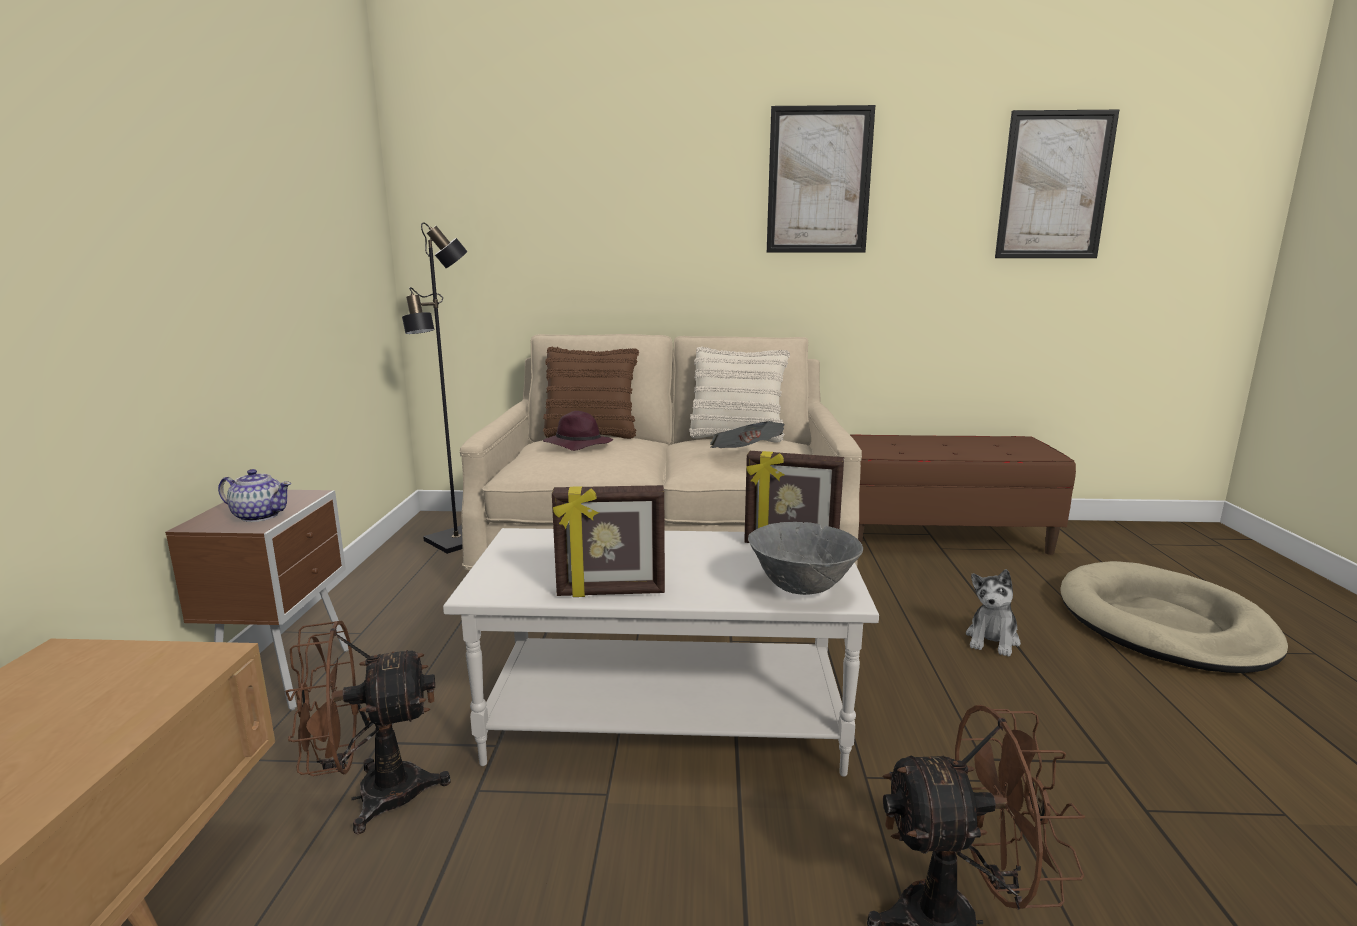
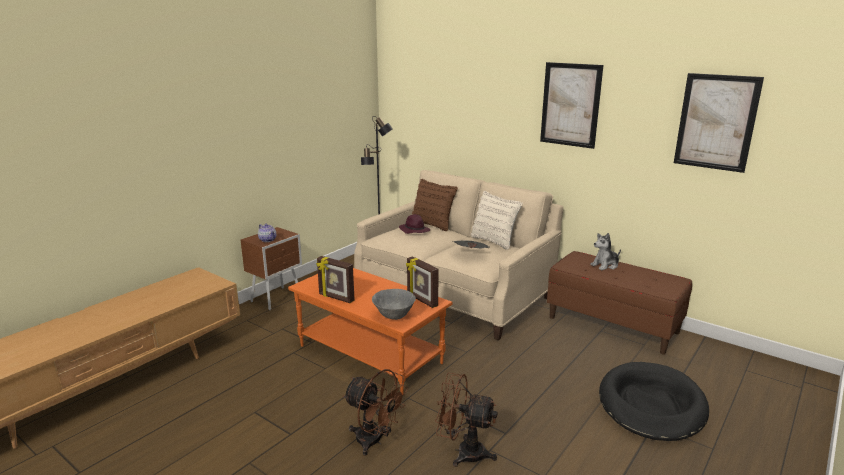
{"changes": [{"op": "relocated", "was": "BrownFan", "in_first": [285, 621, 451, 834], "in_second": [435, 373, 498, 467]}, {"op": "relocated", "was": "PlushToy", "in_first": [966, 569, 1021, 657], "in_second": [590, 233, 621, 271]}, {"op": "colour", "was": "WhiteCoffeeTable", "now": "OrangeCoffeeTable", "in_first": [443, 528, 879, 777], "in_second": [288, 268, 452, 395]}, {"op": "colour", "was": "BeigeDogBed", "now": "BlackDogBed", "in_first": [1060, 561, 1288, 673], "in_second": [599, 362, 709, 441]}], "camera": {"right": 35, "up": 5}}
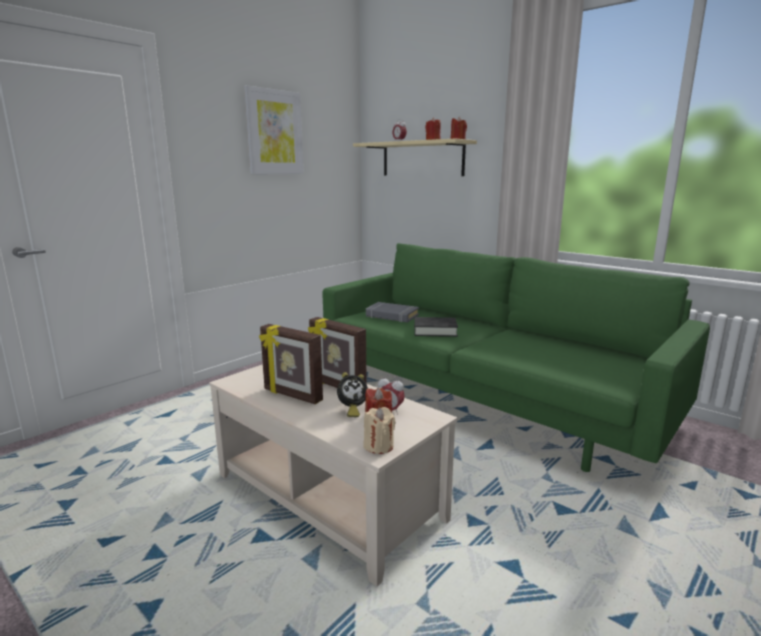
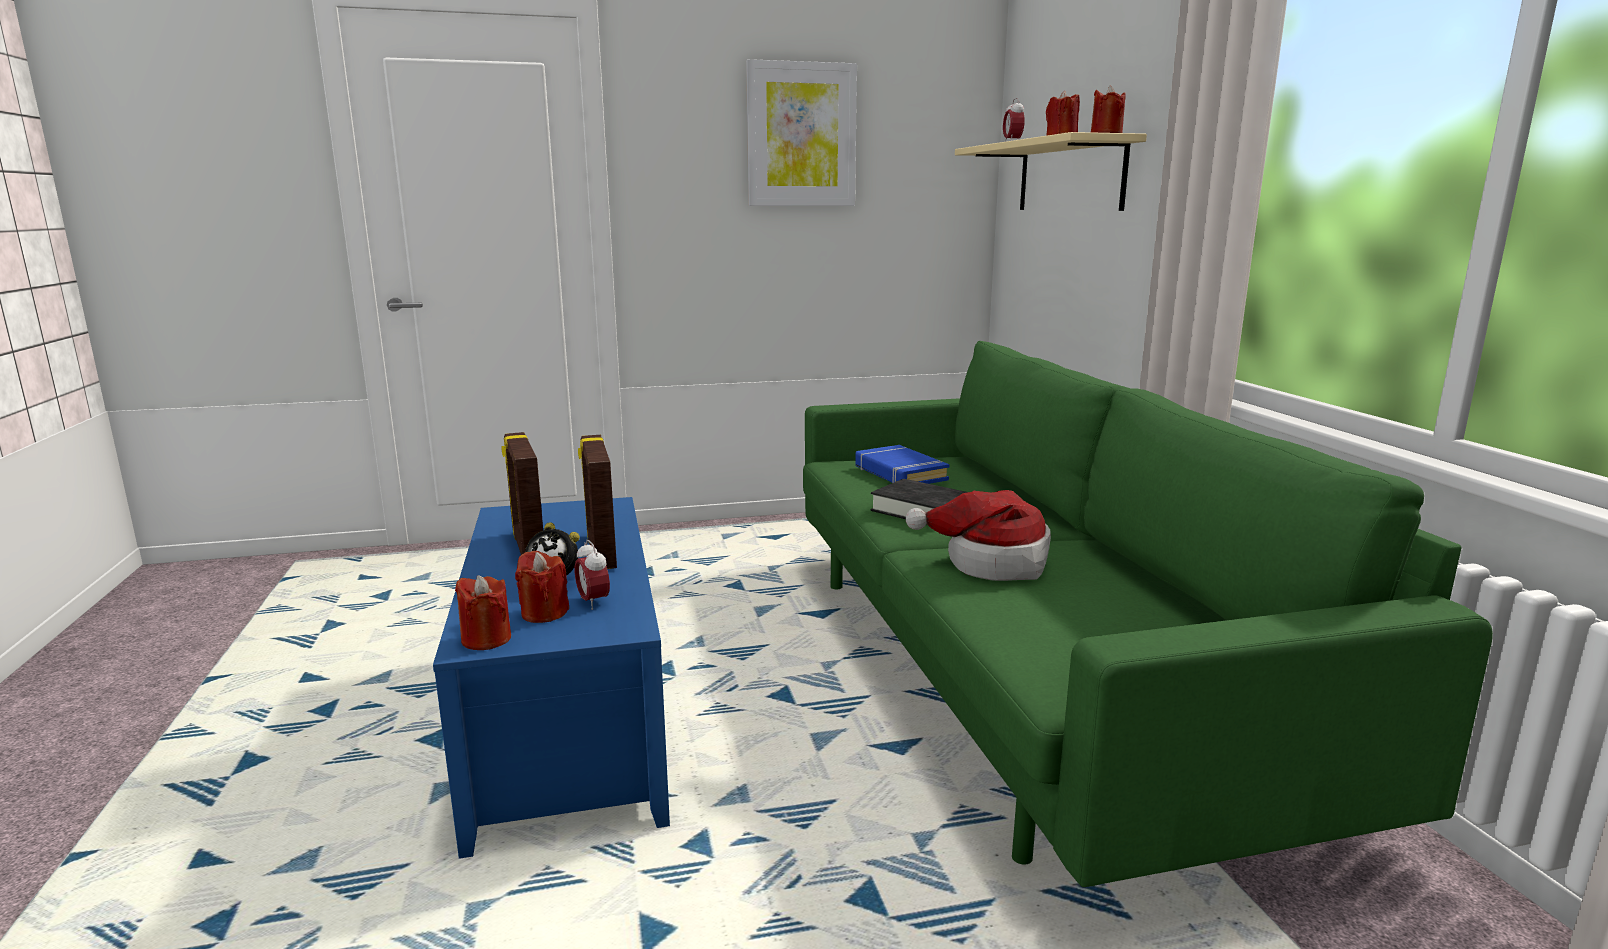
{"changes": [{"op": "appeared", "now": "Hat", "in_second": [906, 490, 1051, 581]}, {"op": "colour", "was": "BeigeCoffeeTable", "now": "BlueCoffeeTable", "in_first": [209, 364, 457, 587], "in_second": [433, 497, 670, 859]}, {"op": "colour", "was": "BeigeCandle", "now": "RedCandle", "in_first": [363, 407, 396, 454], "in_second": [455, 575, 511, 650]}, {"op": "colour", "was": "GreyBook", "now": "BlueBook", "in_first": [366, 302, 419, 322], "in_second": [855, 445, 950, 484]}], "camera": {"right": 35, "up": 0}}
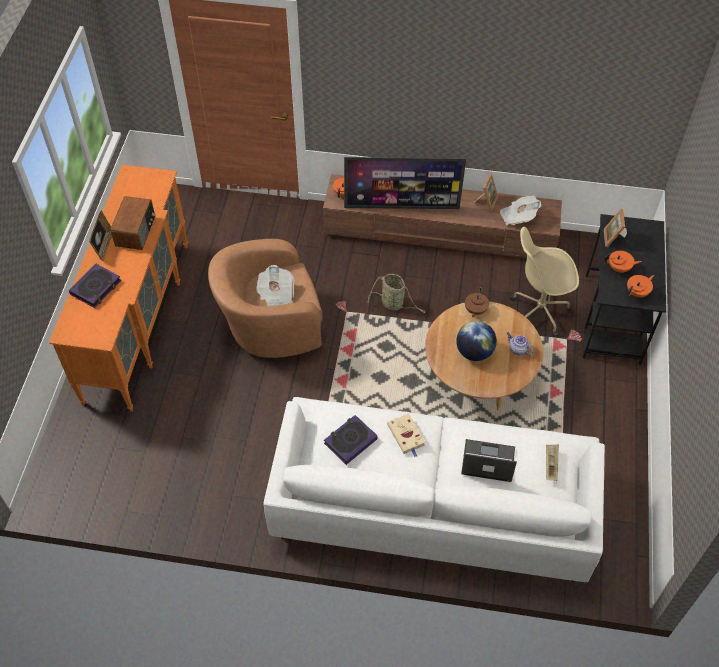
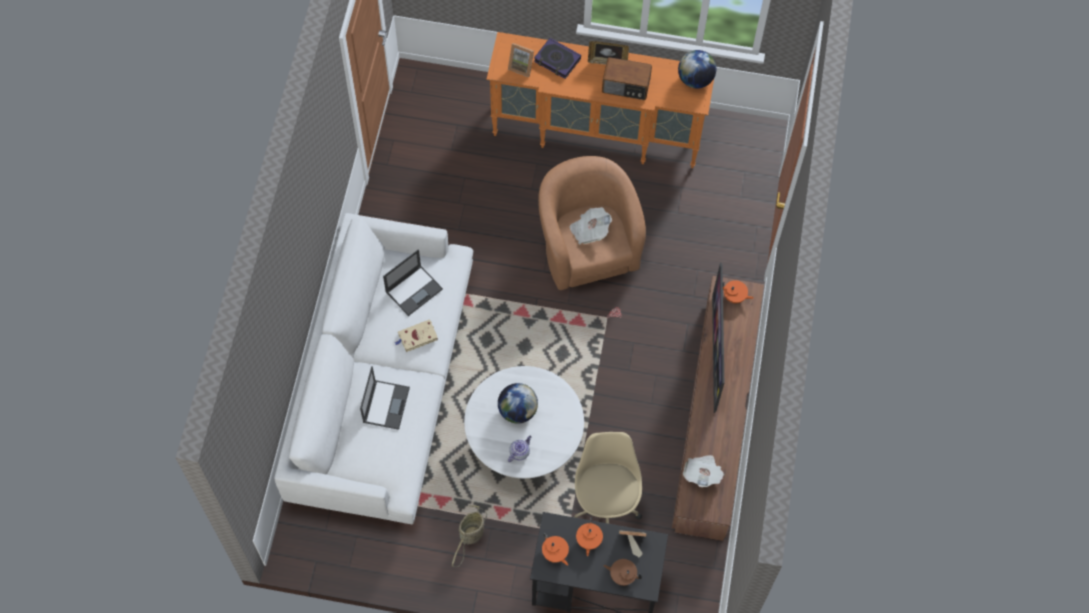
{"changes": [{"op": "missing", "was": "BeigeTray", "in_first": [546, 445, 559, 481]}, {"op": "appeared", "now": "Globe", "in_second": [678, 50, 716, 88]}, {"op": "relocated", "was": "Basket", "in_first": [368, 274, 425, 313], "in_second": [452, 505, 487, 567]}, {"op": "relocated", "was": "BrownTeapot", "in_first": [465, 287, 489, 317], "in_second": [603, 559, 642, 586]}, {"op": "relocated", "was": "PictureFrame", "in_first": [472, 173, 498, 211], "in_second": [508, 43, 534, 77]}, {"op": "exchanged", "was": "Book", "now": "Laptop", "in_first": [324, 415, 378, 465], "in_second": [383, 249, 443, 316]}, {"op": "colour", "was": "BrownCoffeeTable", "now": "WhiteCoffeeTable", "in_first": [425, 301, 543, 411], "in_second": [464, 366, 584, 478]}], "camera": {"right": 90, "up": 10}}
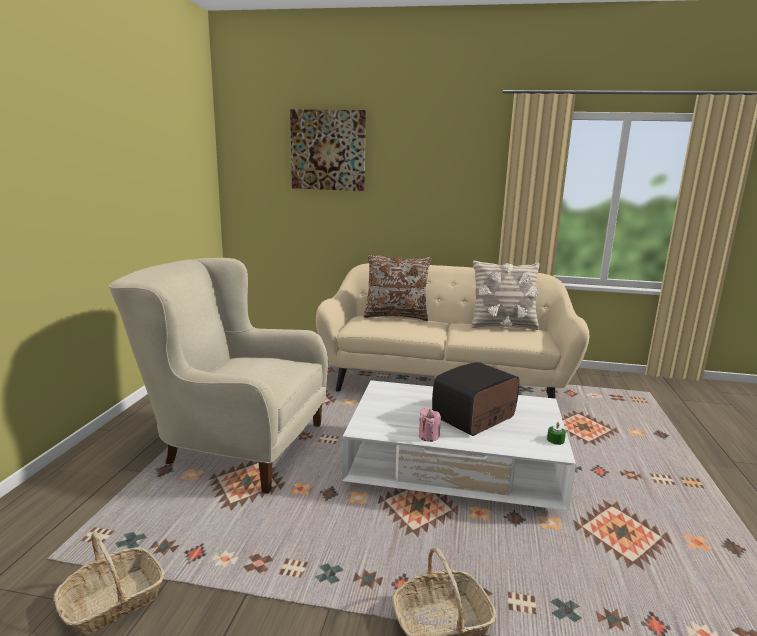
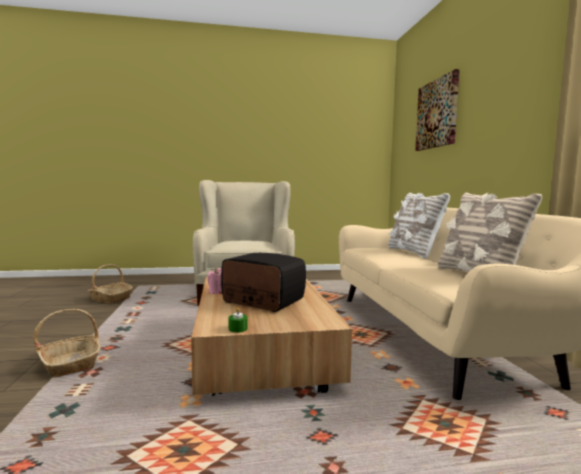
{"changes": [{"op": "colour", "was": "WhiteCoffeeTable", "now": "BrownCoffeeTable", "in_first": [342, 380, 576, 511], "in_second": [191, 277, 352, 396]}, {"op": "colour", "was": "BrownPillow", "now": "WhitePillow", "in_first": [364, 253, 431, 321], "in_second": [388, 193, 450, 259]}], "camera": {"right": 70, "up": -10}}
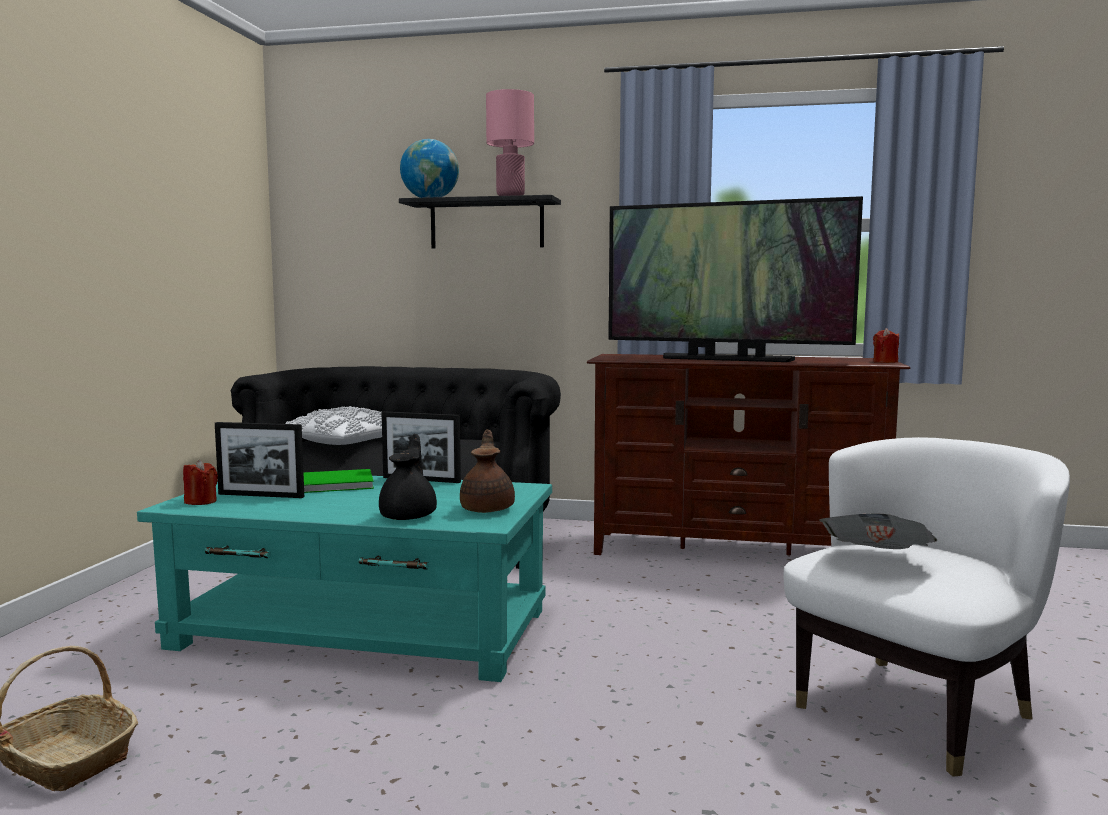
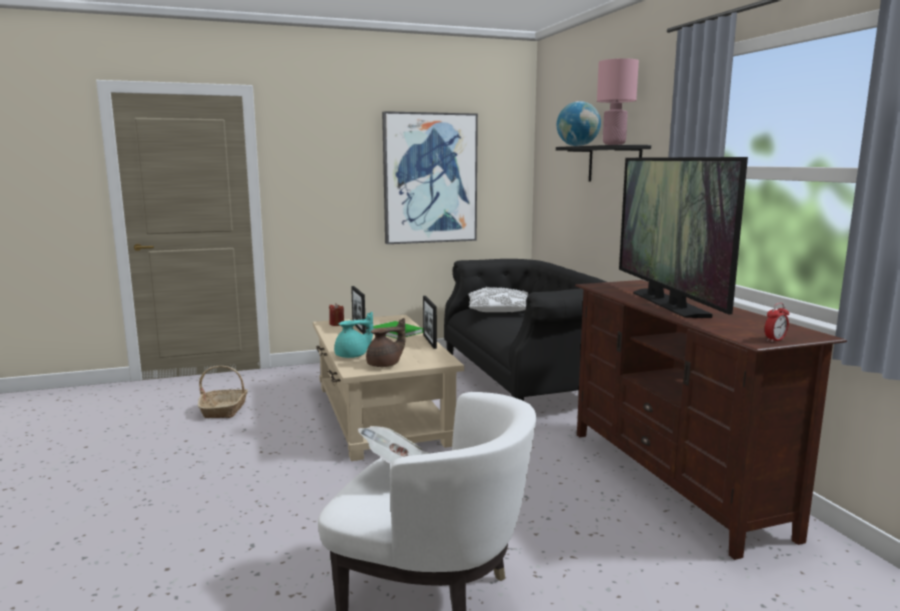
{"changes": [{"op": "appeared", "now": "Picture", "in_second": [382, 111, 478, 244]}, {"op": "exchanged", "was": "RedCandle", "now": "AlarmClock", "in_first": [873, 328, 899, 363], "in_second": [765, 303, 789, 342]}, {"op": "colour", "was": "TurquoiseCoffeeTable", "now": "BeigeCoffeeTable", "in_first": [137, 476, 552, 682], "in_second": [313, 315, 464, 461]}, {"op": "colour", "was": "BlackTeapot", "now": "TurquoiseTeapot", "in_first": [379, 434, 437, 520], "in_second": [334, 312, 373, 358]}], "camera": {"right": 60, "up": 5}}
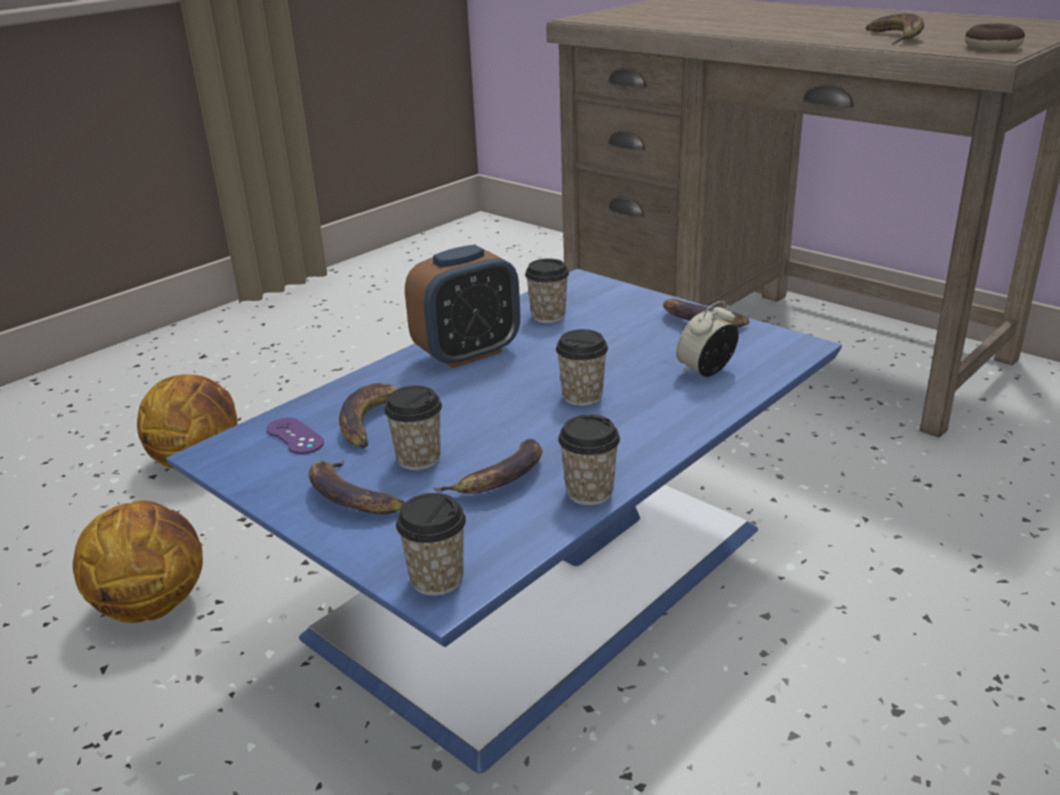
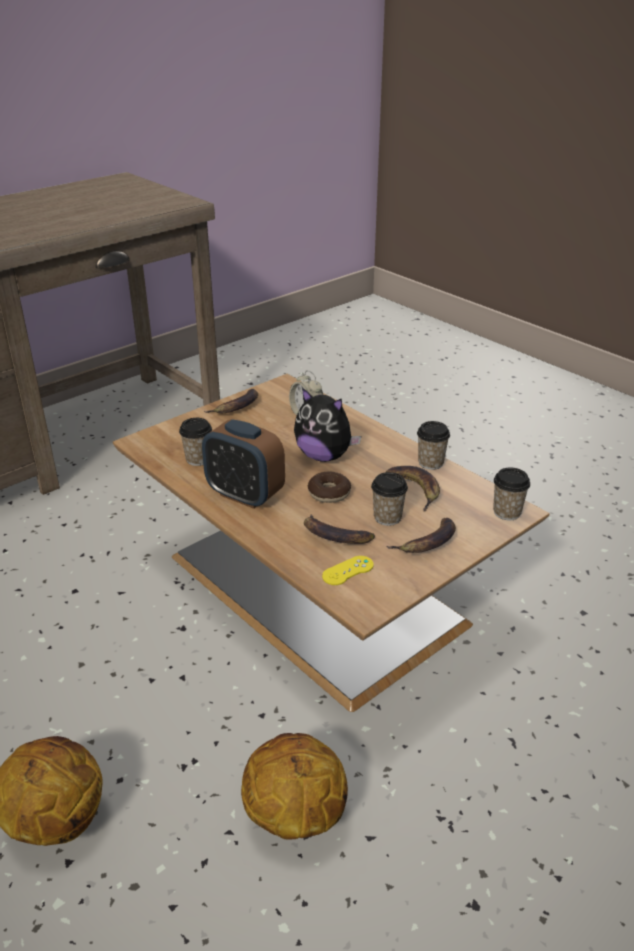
{"changes": [{"op": "missing", "was": "Banana", "in_first": [866, 14, 924, 45]}, {"op": "relocated", "was": "Donut", "in_first": [965, 24, 1025, 50], "in_second": [307, 472, 351, 503]}, {"op": "exchanged", "was": "Cup", "now": "PlushToy", "in_first": [556, 329, 608, 406], "in_second": [294, 388, 361, 462]}, {"op": "colour", "was": "BlueCoffeeTable", "now": "BrownCoffeeTable", "in_first": [166, 269, 842, 773], "in_second": [113, 374, 550, 712]}, {"op": "colour", "was": "PurpleGameController", "now": "YellowGameController", "in_first": [266, 417, 324, 454], "in_second": [322, 556, 374, 585]}, {"op": "spun", "was": "AlarmClock", "in_first": [405, 245, 520, 368], "in_second": [202, 419, 285, 509], "clockwise": 150}], "camera": {"right": -85, "up": 5}}
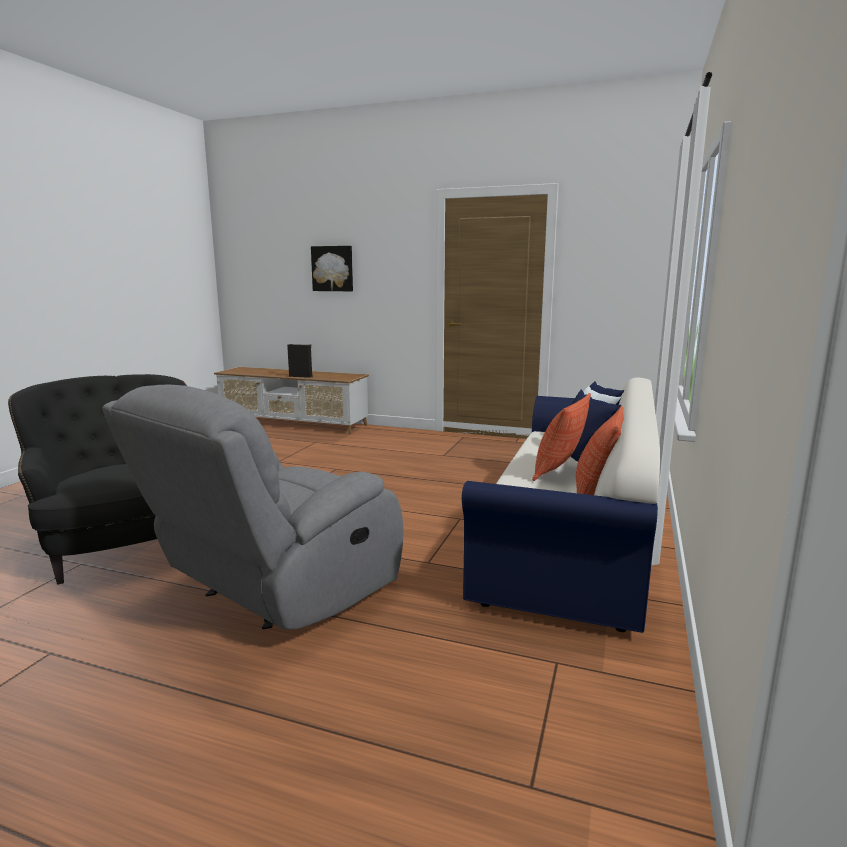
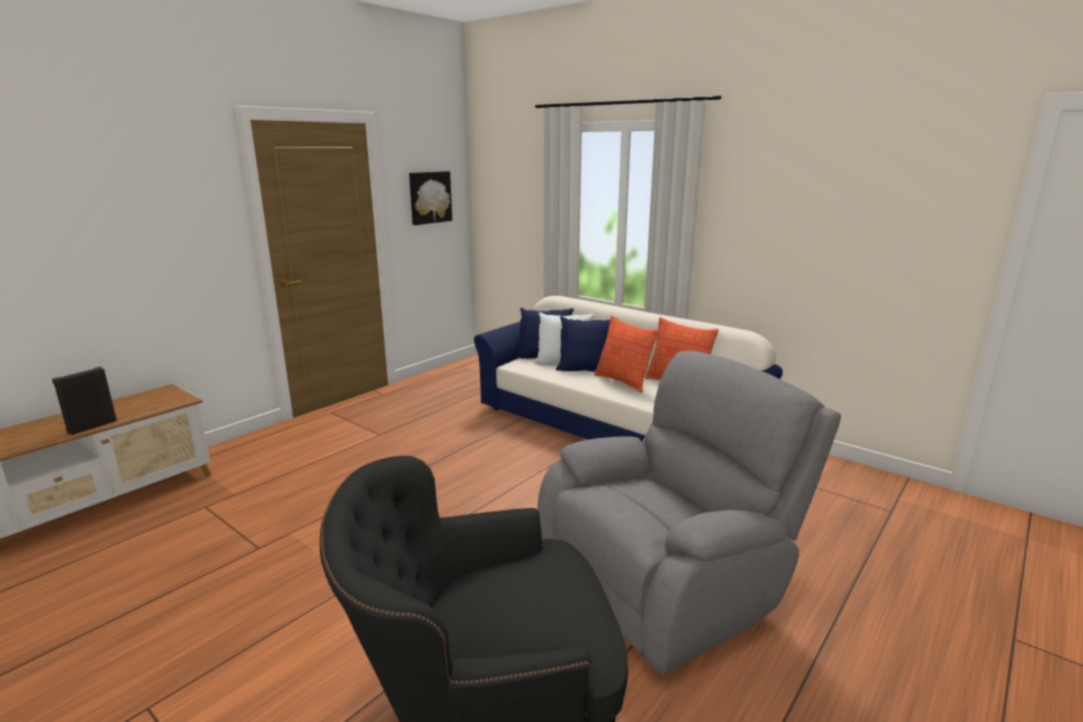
{"changes": [{"op": "relocated", "was": "Picture", "in_first": [311, 246, 353, 291], "in_second": [409, 171, 452, 225]}, {"op": "spun", "was": "GreyArmchair", "in_first": [102, 384, 403, 630], "in_second": [537, 351, 841, 675], "clockwise": -90}], "camera": {"right": -70, "up": 5}}
